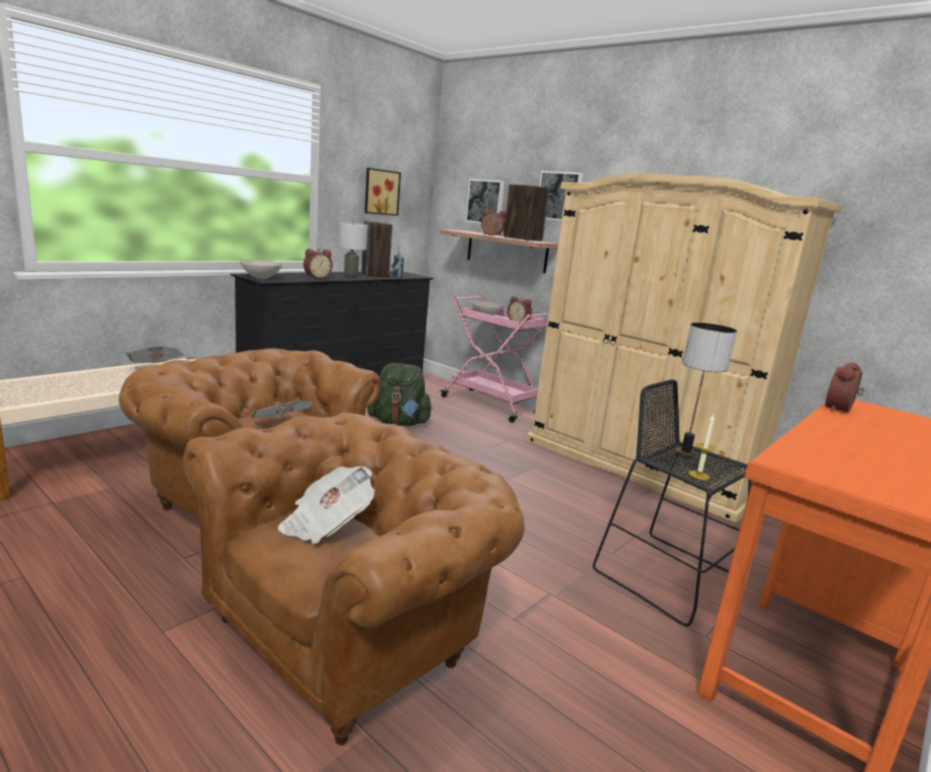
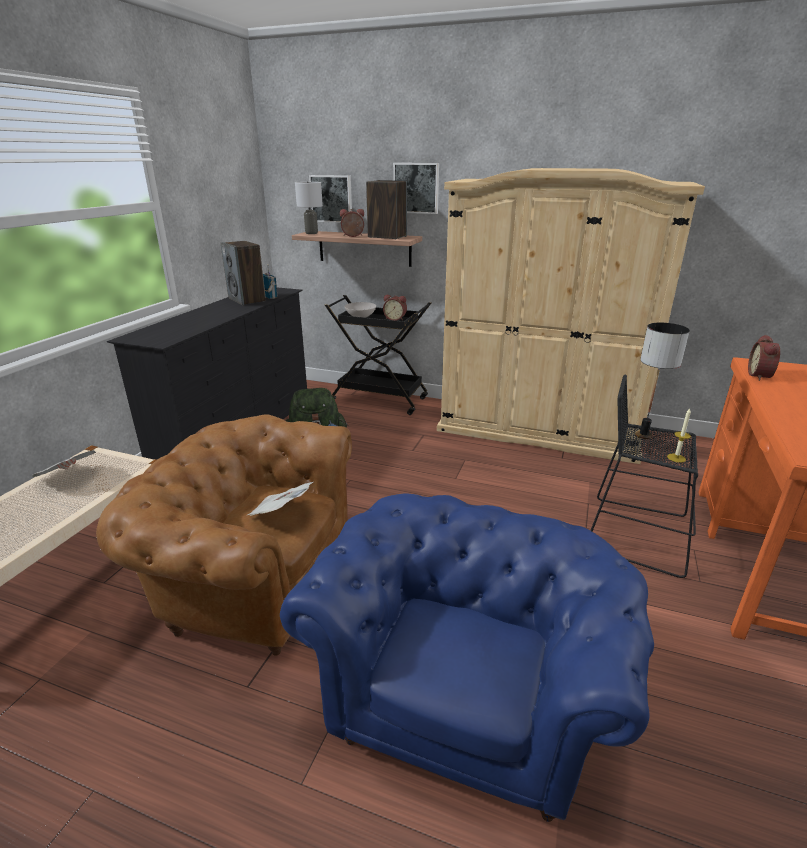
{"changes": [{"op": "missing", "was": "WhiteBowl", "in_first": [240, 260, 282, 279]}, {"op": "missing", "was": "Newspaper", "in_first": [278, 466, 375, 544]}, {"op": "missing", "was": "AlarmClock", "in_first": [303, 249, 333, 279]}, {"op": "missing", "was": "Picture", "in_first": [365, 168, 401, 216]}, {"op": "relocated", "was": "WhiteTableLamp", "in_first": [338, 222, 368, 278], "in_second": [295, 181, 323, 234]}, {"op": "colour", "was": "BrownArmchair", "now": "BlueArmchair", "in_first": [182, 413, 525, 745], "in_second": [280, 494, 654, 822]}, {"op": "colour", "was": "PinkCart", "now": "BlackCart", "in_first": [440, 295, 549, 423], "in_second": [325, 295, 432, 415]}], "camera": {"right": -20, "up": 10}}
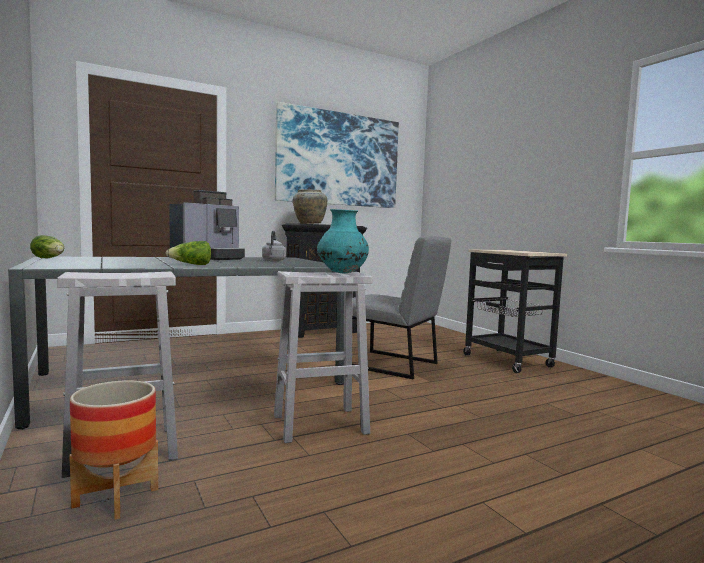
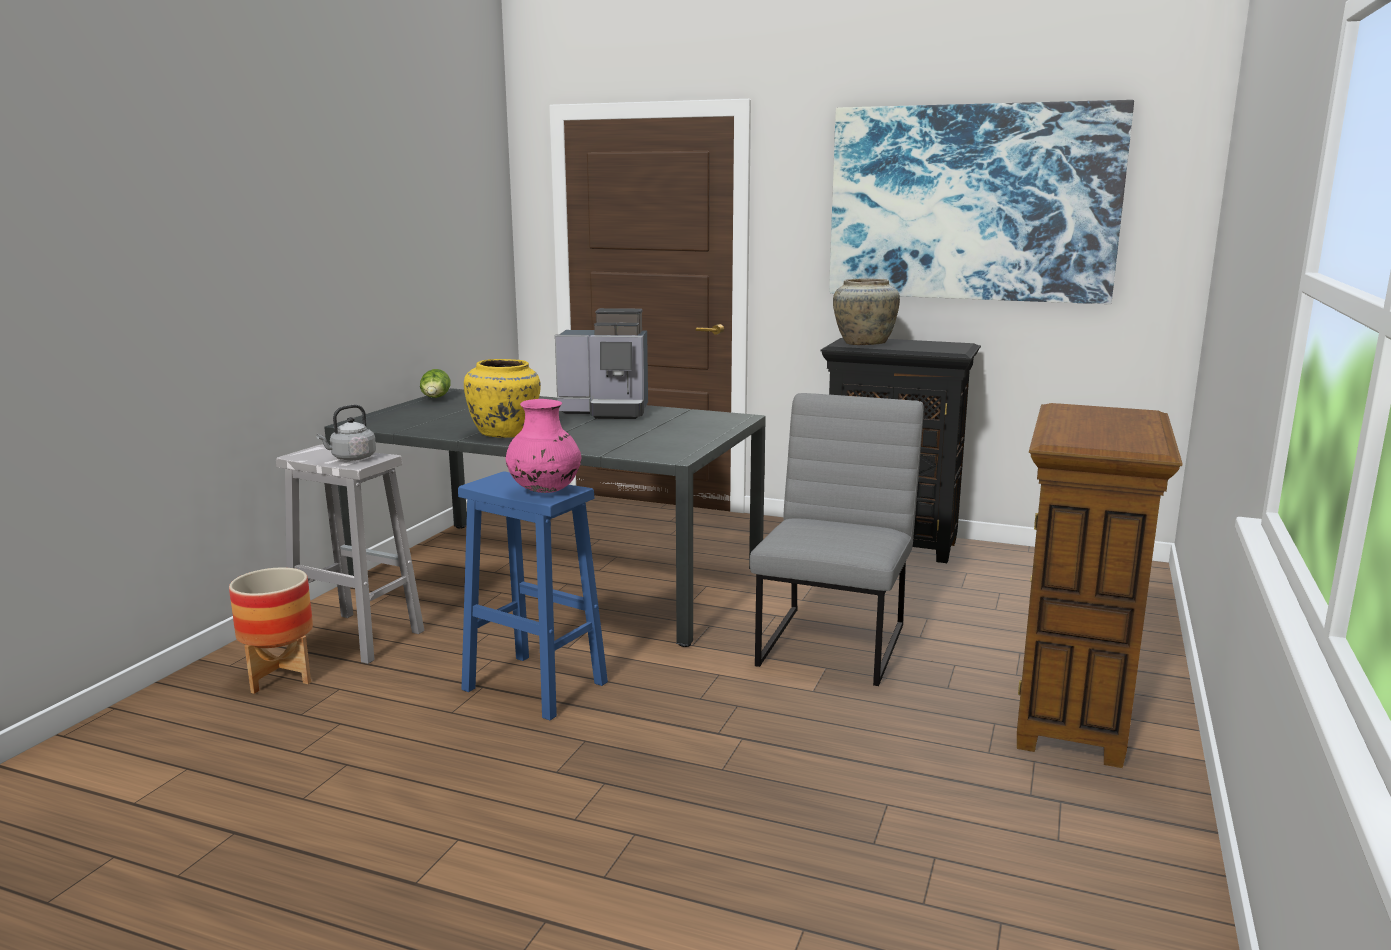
{"changes": [{"op": "relocated", "was": "GreyKettle", "in_first": [262, 231, 286, 261], "in_second": [316, 405, 376, 461]}, {"op": "exchanged", "was": "Lettuce", "now": "YellowVase", "in_first": [166, 241, 211, 265], "in_second": [464, 359, 541, 438]}, {"op": "exchanged", "was": "Cart", "now": "BrownCabinet", "in_first": [463, 249, 567, 373], "in_second": [1017, 403, 1183, 768]}, {"op": "colour", "was": "WhiteStool", "now": "BlueStool", "in_first": [274, 271, 372, 443], "in_second": [458, 472, 608, 720]}, {"op": "colour", "was": "TurquoiseVase", "now": "PinkVase", "in_first": [317, 209, 369, 273], "in_second": [506, 399, 581, 493]}, {"op": "spun", "was": "GreyChair", "in_first": [352, 236, 451, 379], "in_second": [750, 393, 924, 686], "clockwise": -150}], "camera": {"right": 50, "up": 10}}
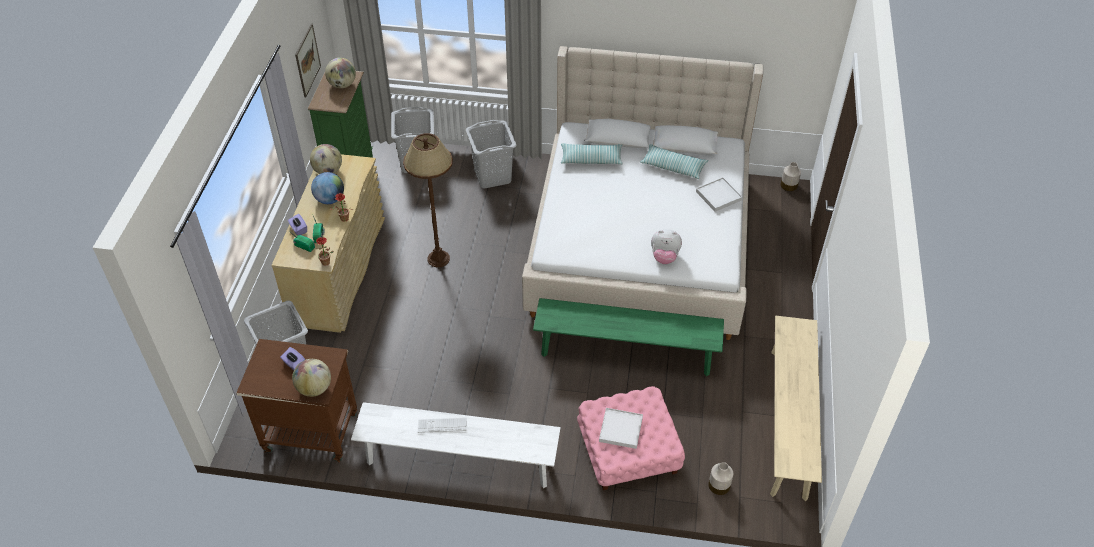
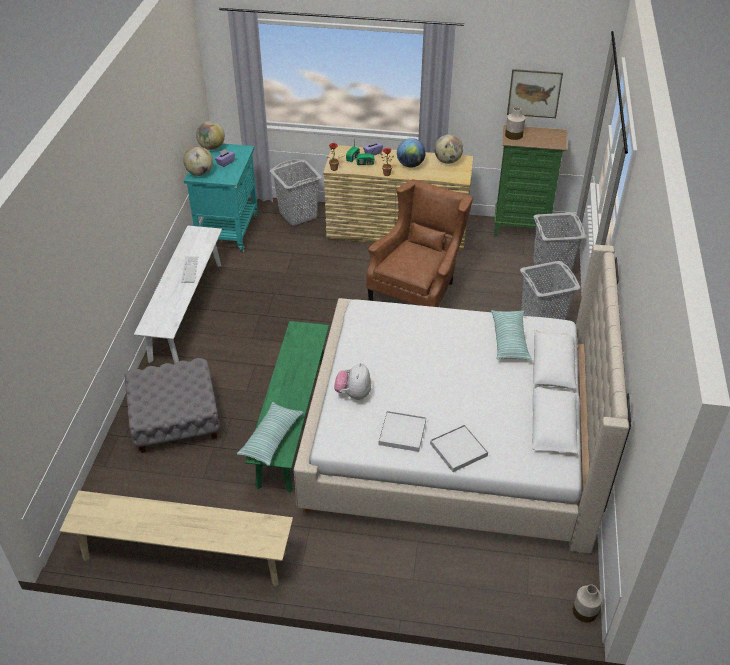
{"changes": [{"op": "relocated", "was": "Globe", "in_first": [325, 58, 356, 88], "in_second": [196, 121, 225, 150]}, {"op": "relocated", "was": "WhiteTray", "in_first": [599, 408, 643, 449], "in_second": [378, 411, 426, 452]}, {"op": "relocated", "was": "Pillow", "in_first": [640, 144, 708, 179], "in_second": [237, 402, 304, 466]}, {"op": "relocated", "was": "BeigeVase", "in_first": [708, 462, 733, 495], "in_second": [505, 107, 525, 140]}, {"op": "exchanged", "was": "BrownFloorLamp", "now": "BrownArmchair", "in_first": [403, 133, 453, 267], "in_second": [366, 179, 473, 307]}, {"op": "colour", "was": "BrownCart", "now": "TurquoiseCart", "in_first": [236, 339, 357, 463], "in_second": [184, 144, 258, 252]}, {"op": "colour", "was": "PinkOttoman", "now": "GreyOttoman", "in_first": [577, 386, 685, 490], "in_second": [125, 358, 220, 453]}], "camera": {"right": 90, "up": -5}}
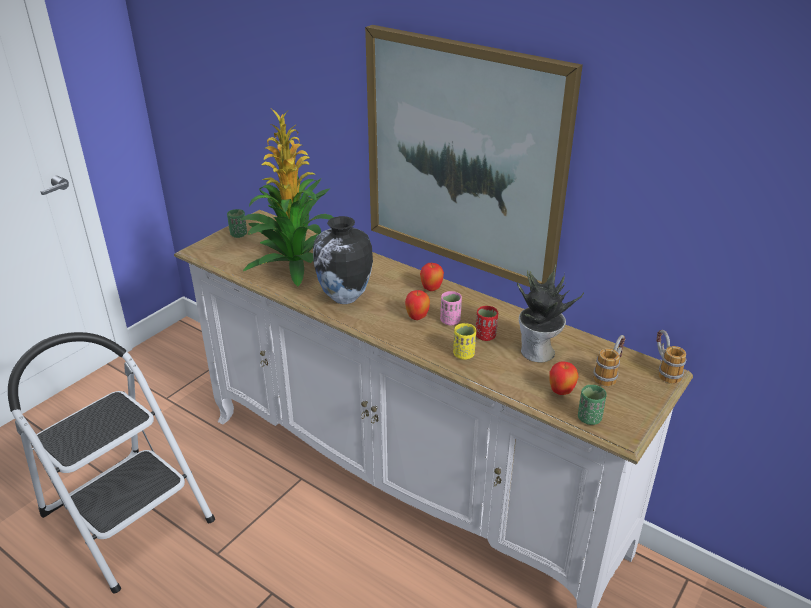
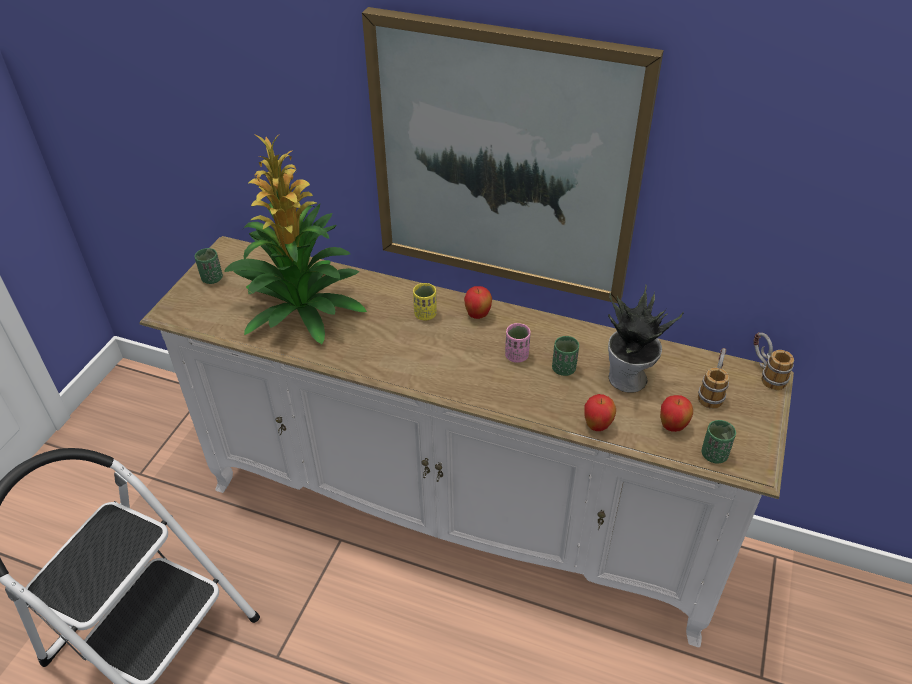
{"changes": [{"op": "missing", "was": "Vase", "in_first": [313, 216, 373, 304]}, {"op": "relocated", "was": "Apple", "in_first": [405, 290, 430, 320], "in_second": [584, 394, 616, 431]}, {"op": "relocated", "was": "YellowCup", "in_first": [453, 323, 476, 360], "in_second": [413, 283, 437, 321]}, {"op": "colour", "was": "RedCup", "now": "GreenCup", "in_first": [476, 306, 498, 341], "in_second": [552, 336, 579, 376]}], "camera": {"right": -15, "up": 10}}
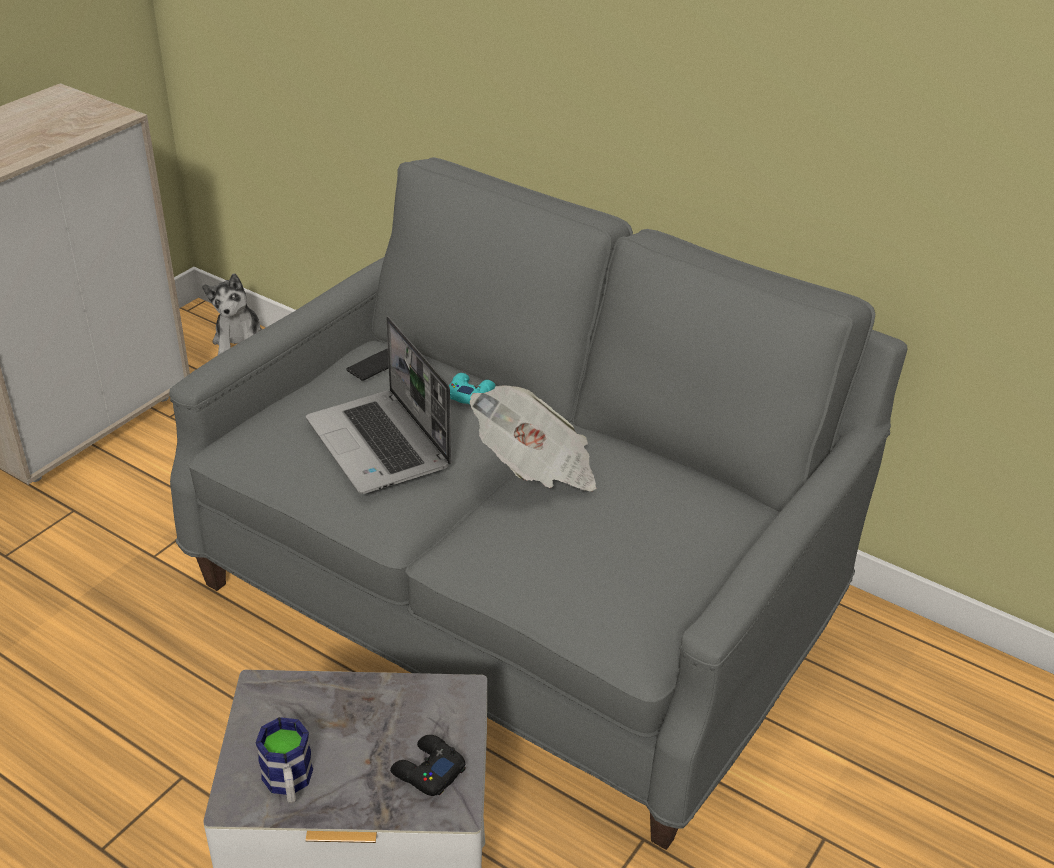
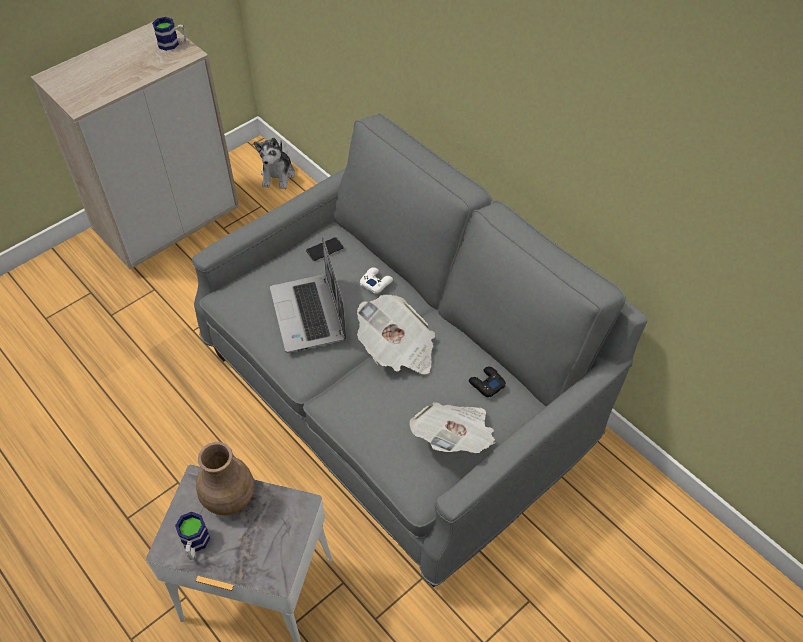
{"changes": [{"op": "appeared", "now": "Mug", "in_second": [152, 17, 187, 51]}, {"op": "appeared", "now": "BrownVase", "in_second": [196, 442, 254, 515]}, {"op": "appeared", "now": "Newspaper", "in_second": [409, 402, 495, 453]}, {"op": "relocated", "was": "BlackGameController", "in_first": [390, 735, 466, 796], "in_second": [469, 367, 506, 398]}, {"op": "colour", "was": "TurquoiseGameController", "now": "WhiteGameController", "in_first": [449, 373, 495, 404], "in_second": [360, 267, 393, 294]}], "camera": {"right": 15, "up": 15}}
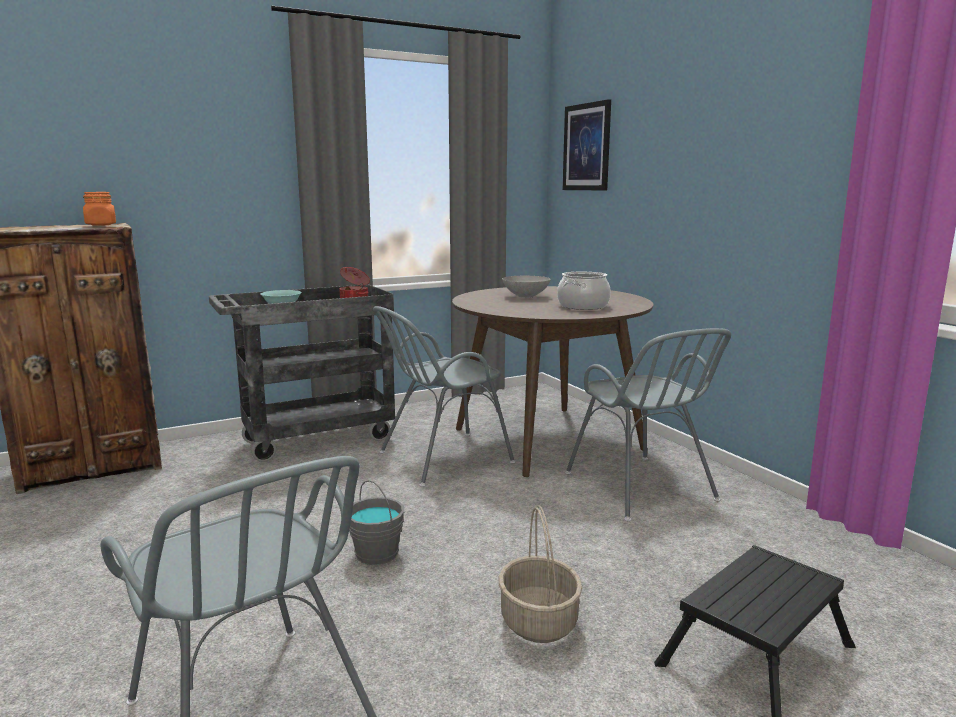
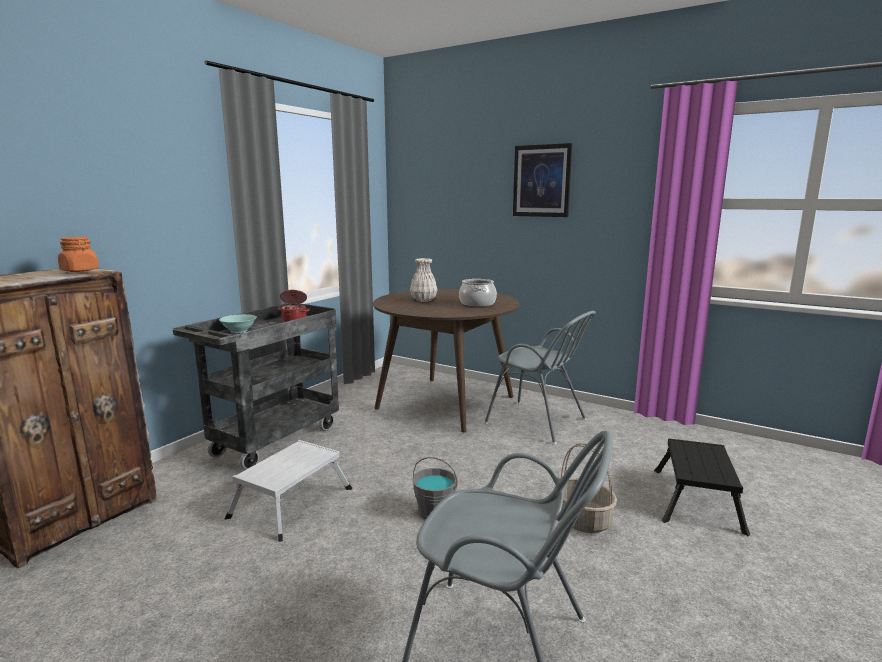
{"changes": [{"op": "missing", "was": "GreyChair", "in_first": [373, 306, 515, 487]}, {"op": "appeared", "now": "WhiteStepLadder", "in_second": [225, 440, 352, 542]}, {"op": "relocated", "was": "Picture", "in_first": [563, 99, 611, 190], "in_second": [513, 143, 573, 217]}, {"op": "exchanged", "was": "GreyBowl", "now": "WhiteVase", "in_first": [502, 276, 551, 298], "in_second": [410, 258, 438, 302]}], "camera": {"right": -30, "up": 0}}
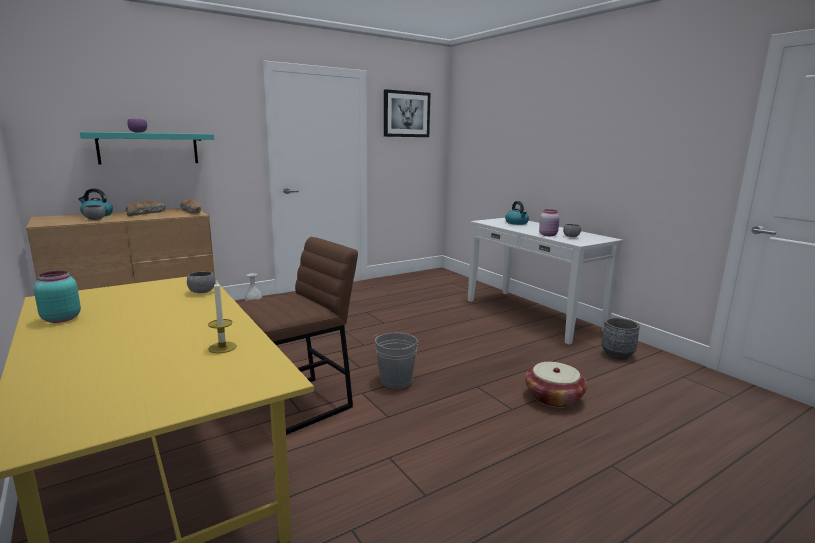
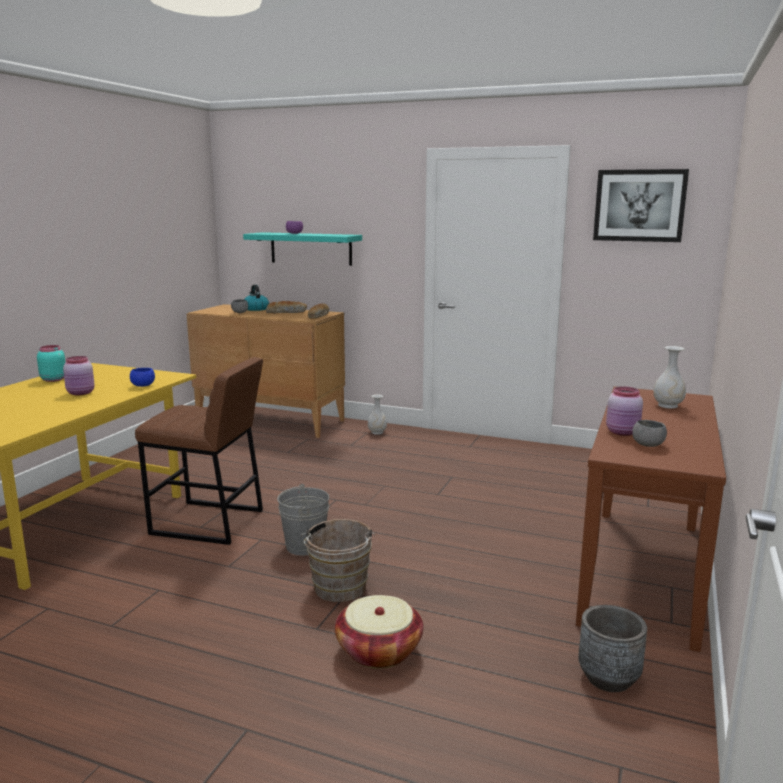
{"changes": [{"op": "missing", "was": "Candle", "in_first": [208, 279, 237, 353]}, {"op": "appeared", "now": "PinkJar", "in_second": [63, 356, 95, 396]}, {"op": "appeared", "now": "BrownBucket", "in_second": [301, 519, 375, 602]}, {"op": "exchanged", "was": "Kettle", "now": "WhiteVase", "in_first": [505, 201, 529, 225], "in_second": [653, 346, 686, 409]}, {"op": "colour", "was": "GreyBowl", "now": "BlueBowl", "in_first": [187, 271, 216, 293], "in_second": [130, 368, 155, 387]}, {"op": "colour", "was": "WhiteConsoleTable", "now": "BrownConsoleTable", "in_first": [468, 218, 623, 345], "in_second": [576, 387, 726, 652]}], "camera": {"right": 55, "up": 0}}
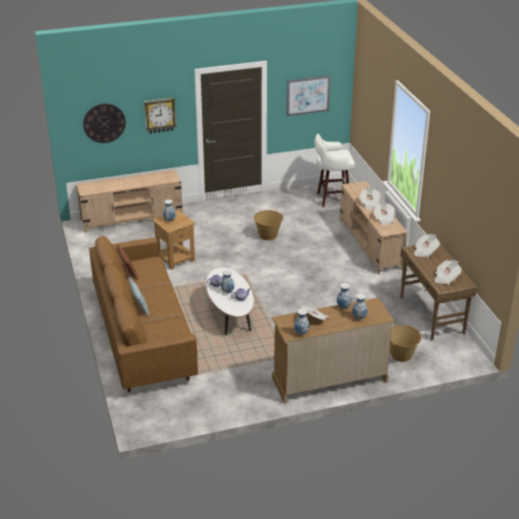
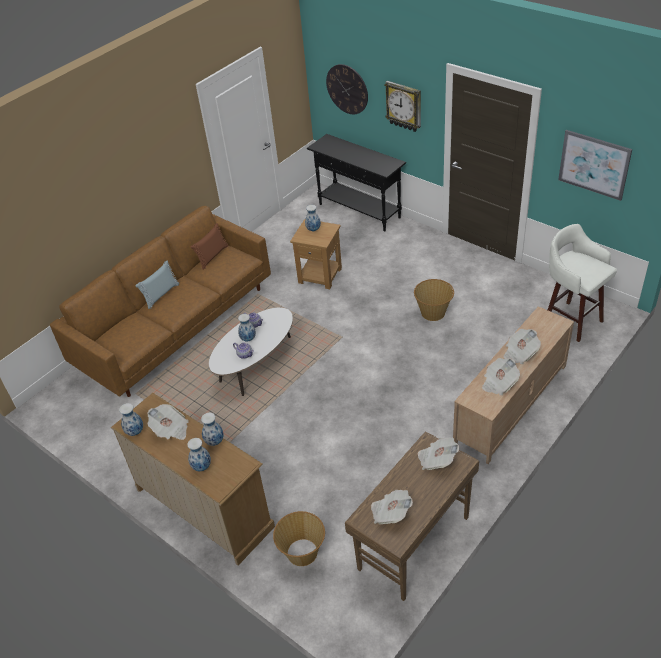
{"changes": [{"op": "exchanged", "was": "BeigeTvStand", "now": "BlackConsoleTable", "in_first": [76, 170, 183, 233], "in_second": [307, 134, 406, 231]}], "camera": {"right": 60, "up": 10}}
